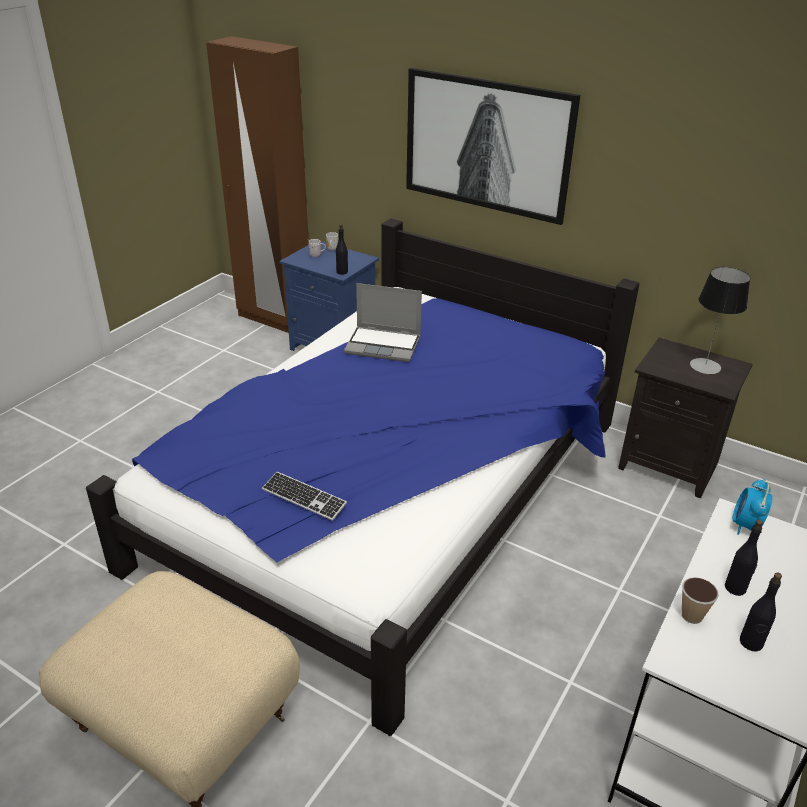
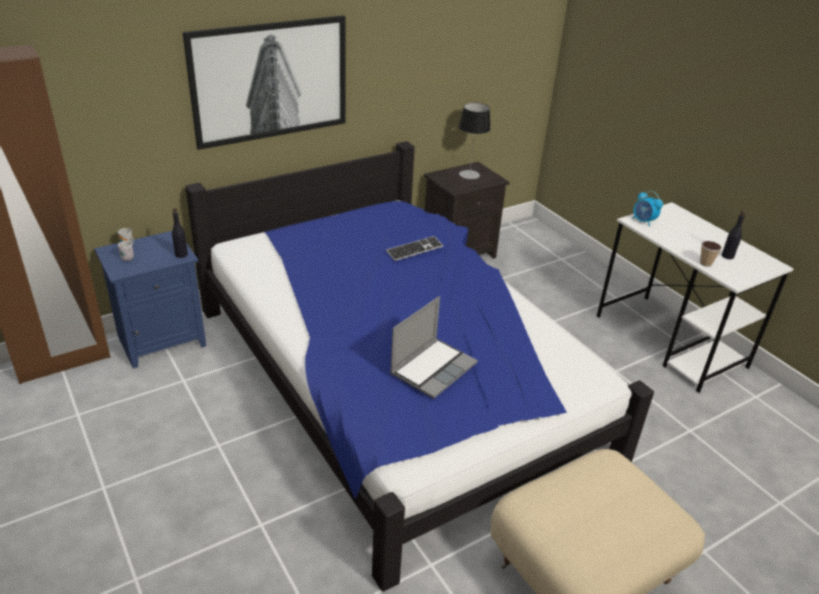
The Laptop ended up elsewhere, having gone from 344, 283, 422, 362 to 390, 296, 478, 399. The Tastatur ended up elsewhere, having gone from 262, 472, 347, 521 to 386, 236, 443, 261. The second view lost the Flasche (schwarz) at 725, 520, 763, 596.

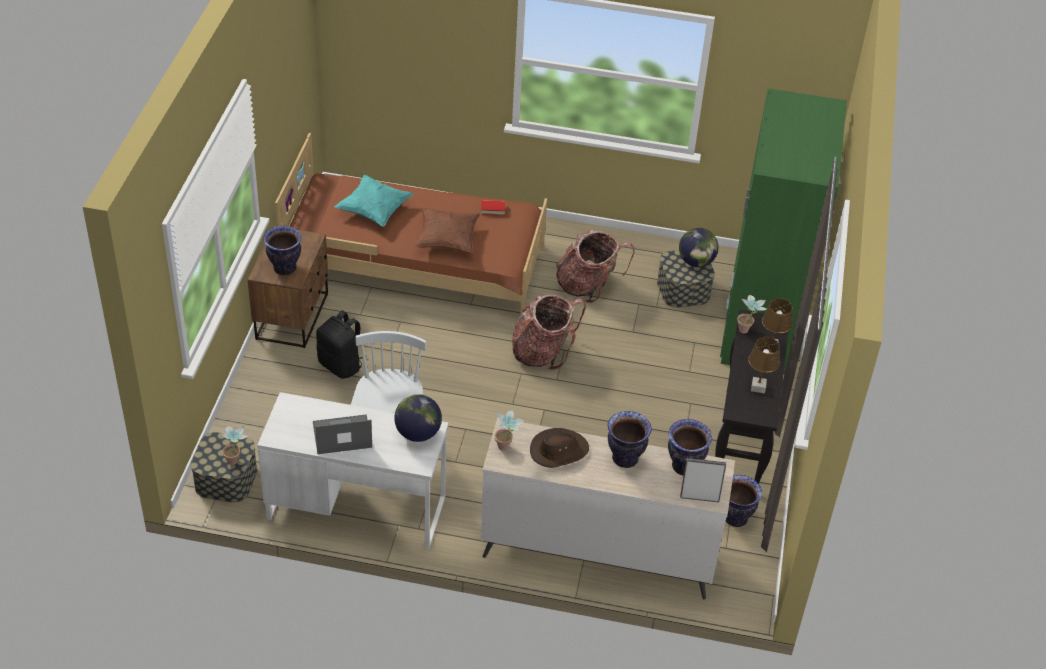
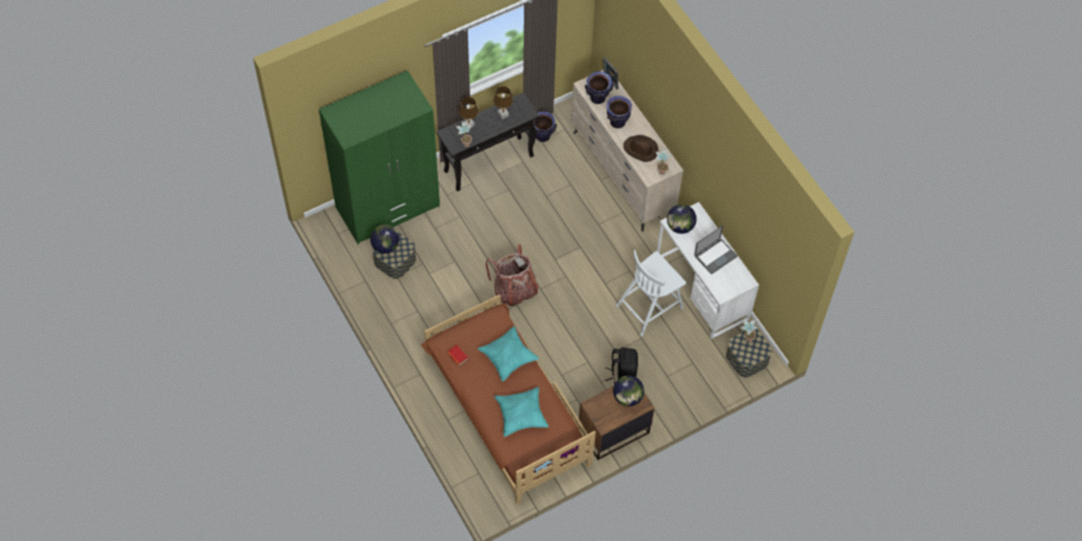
What was the Kissen (braun) at 414, 208, 480, 253 turned into the Kissen (türkis) at 478, 326, 539, 382. Where the Vase stood at 263, 226, 301, 275, the Globus came to stand at 613, 375, 644, 406. The second view lost the Rucksack at 556, 230, 635, 303. The Laptop at 313, 414, 372, 454 ended up facing another way, 75 degrees counterclockwise from before.

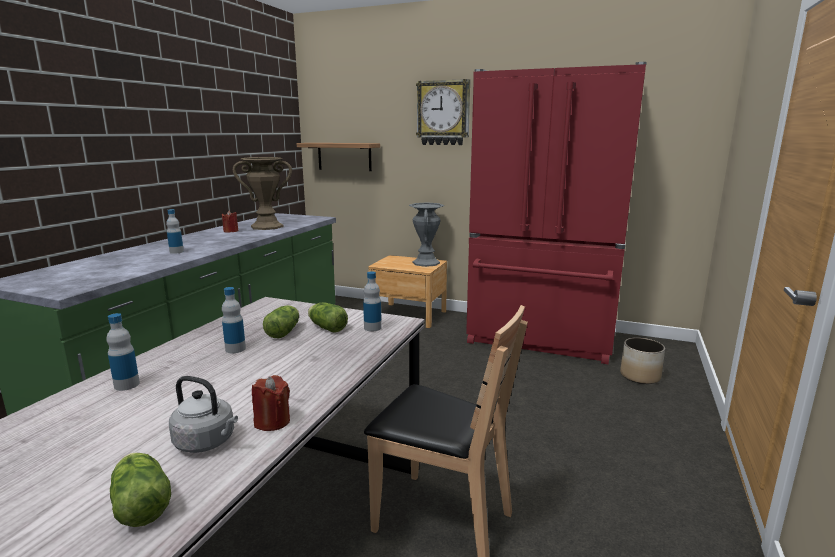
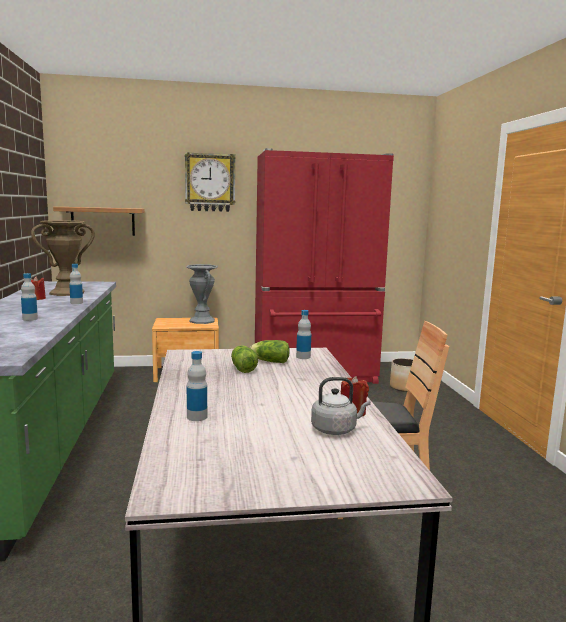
The Flasche ended up elsewhere, having gone from 222, 287, 246, 353 to 69, 264, 83, 304. The second view lost the Salatkopf at 110, 452, 171, 527.

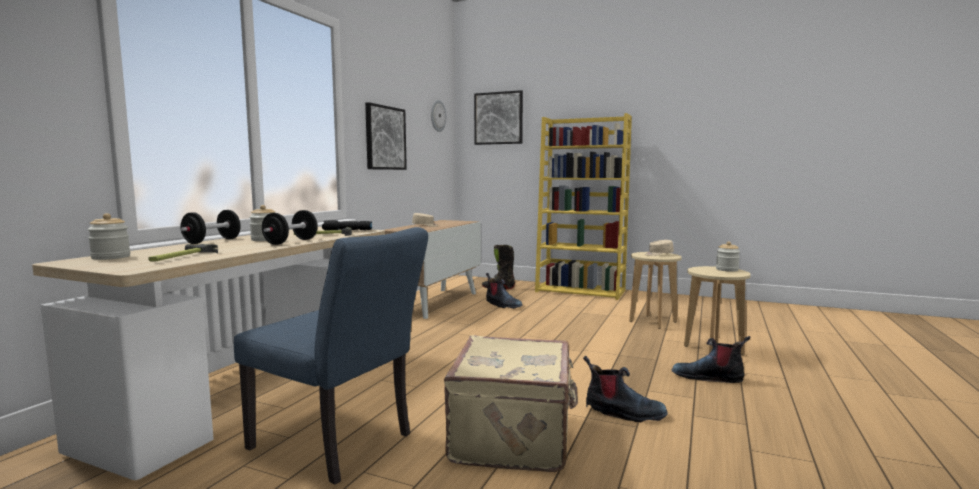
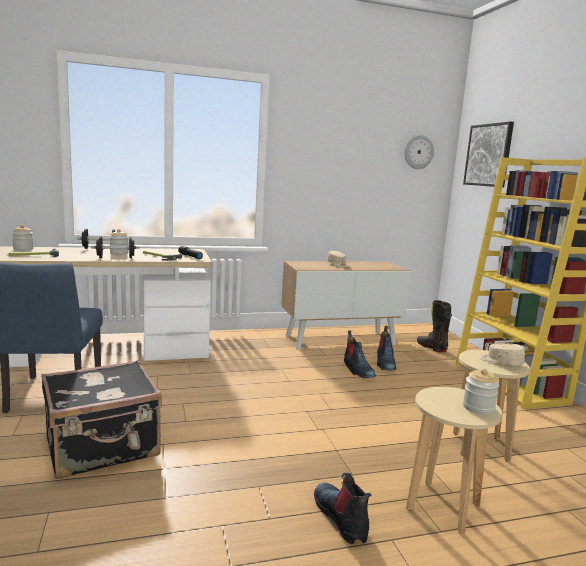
The second view lost the Bild at 365, 102, 407, 170. What was the Koffer (beige) at 444, 335, 578, 472 turned into the Koffer (schwarz) at 41, 360, 162, 479. The Stiefel ended up elsewhere, having gone from 583, 356, 668, 422 to 344, 331, 376, 378.

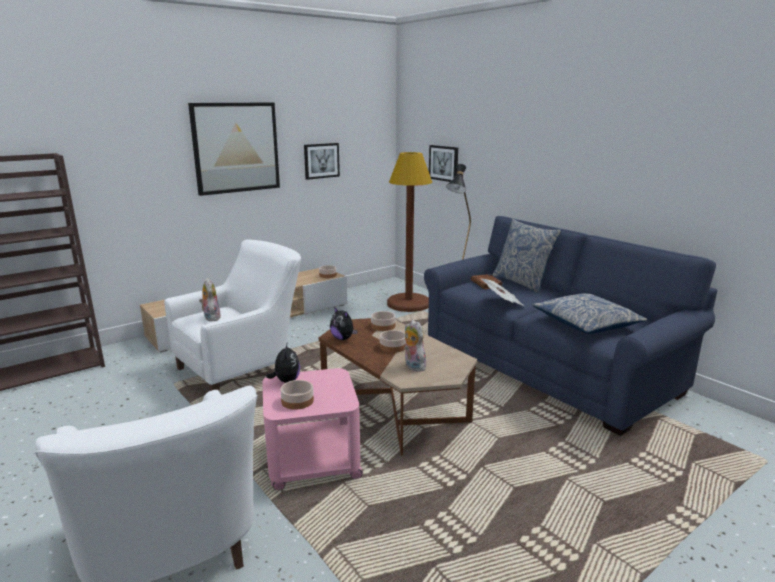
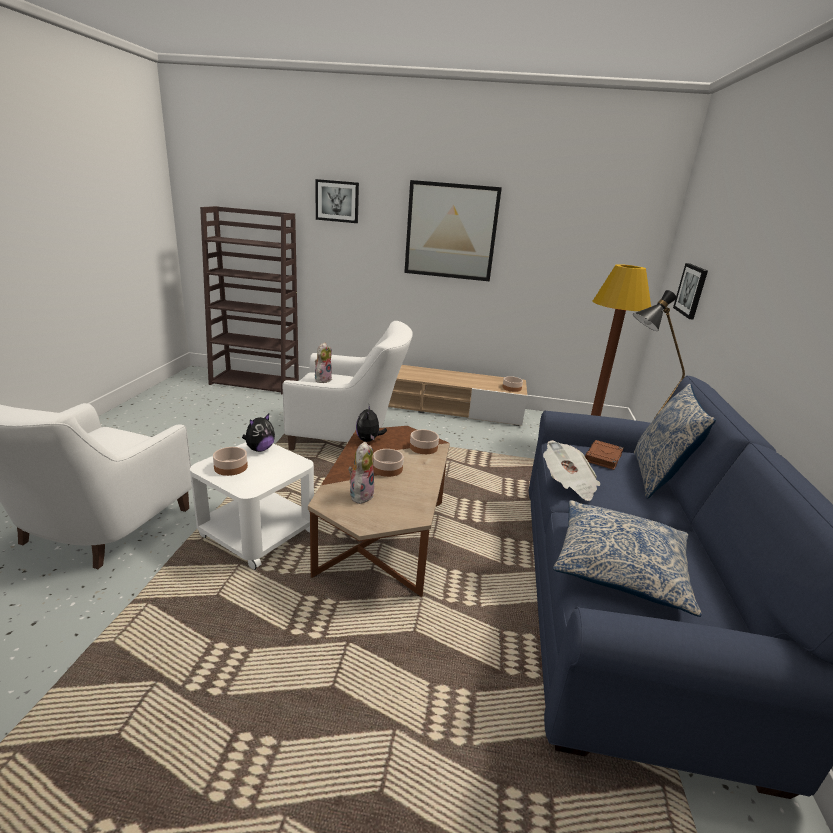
The Bild ended up elsewhere, having gone from 304, 143, 340, 180 to 316, 179, 359, 223. What was the Beistelltisch (rosa) at 262, 368, 363, 490 turned into the Beistelltisch (weiß) at 190, 442, 314, 570.

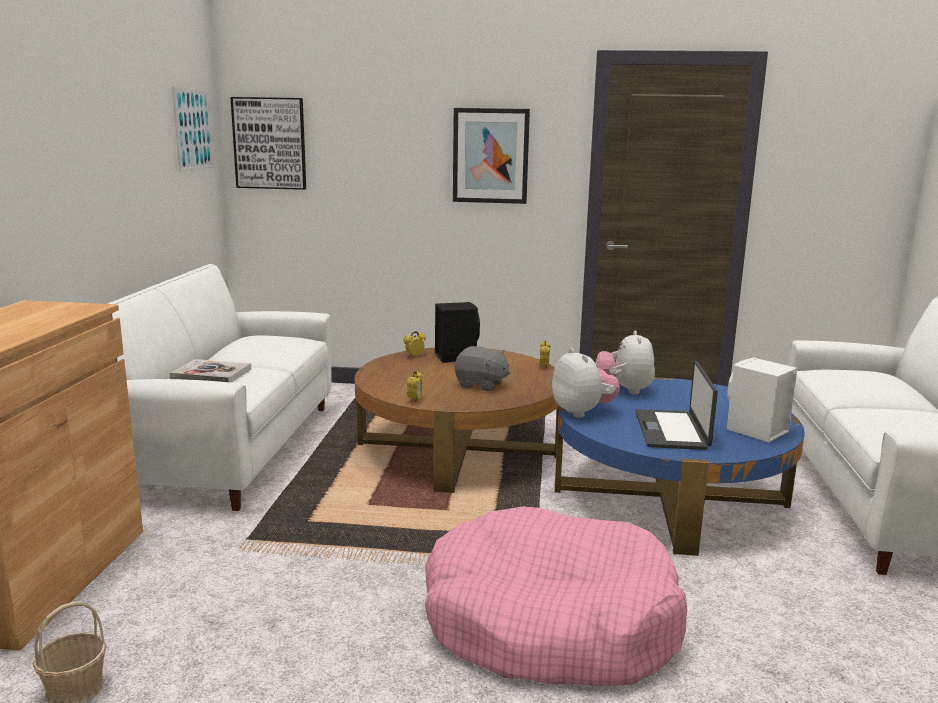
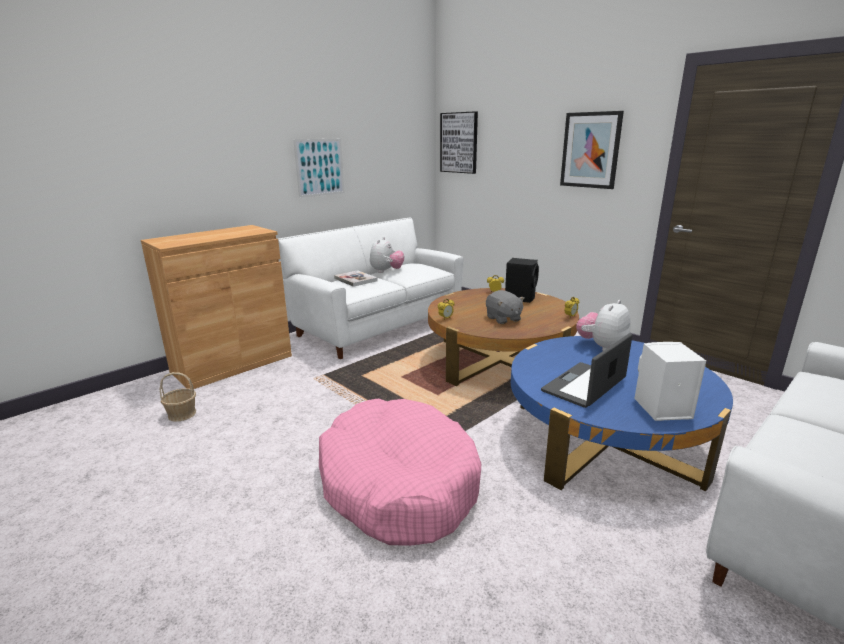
The Bild ended up elsewhere, having gone from 172, 87, 215, 172 to 293, 139, 345, 198. The Plüschtier ended up elsewhere, having gone from 552, 348, 620, 418 to 370, 237, 404, 273.

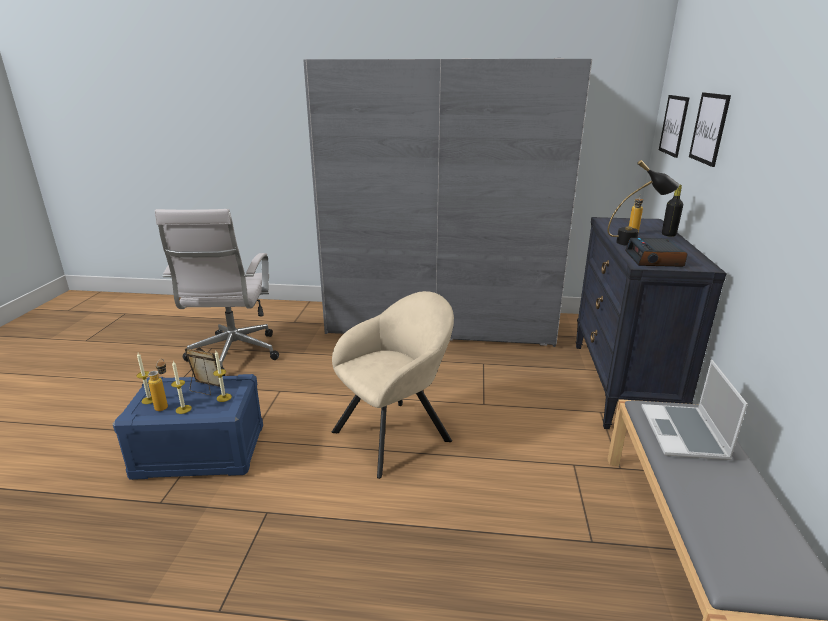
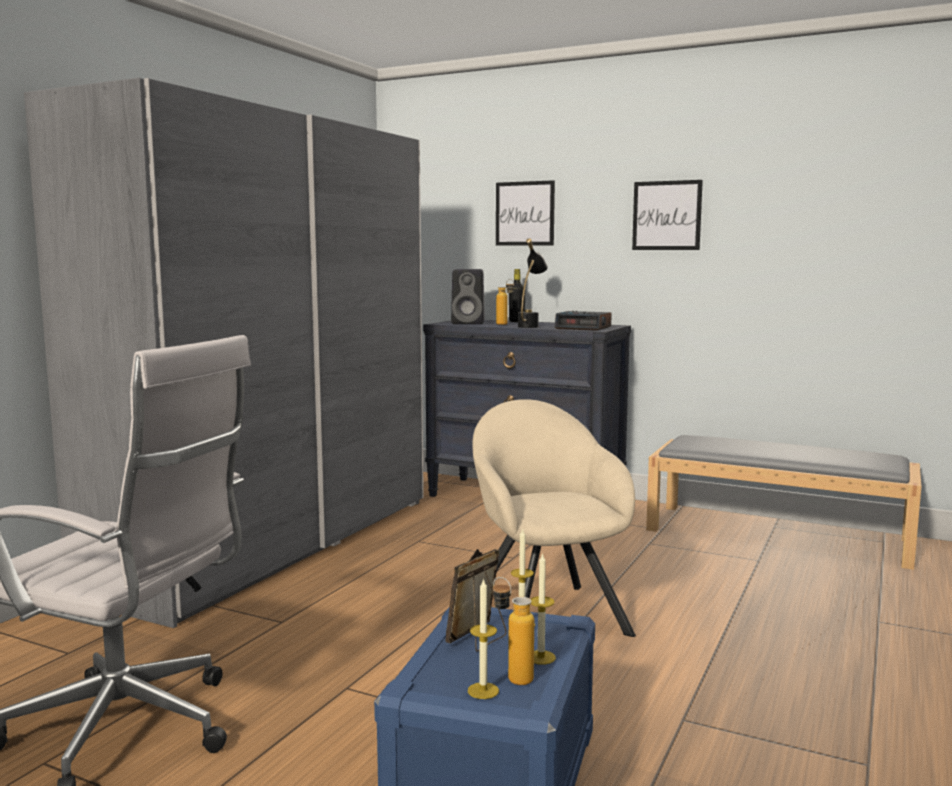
The Bild ended up elsewhere, having gone from 659, 95, 689, 158 to 632, 180, 703, 250. The second view lost the Laptop at 642, 360, 748, 460. The second view gained the Lautsprecher (schwarz) at 451, 269, 485, 324.

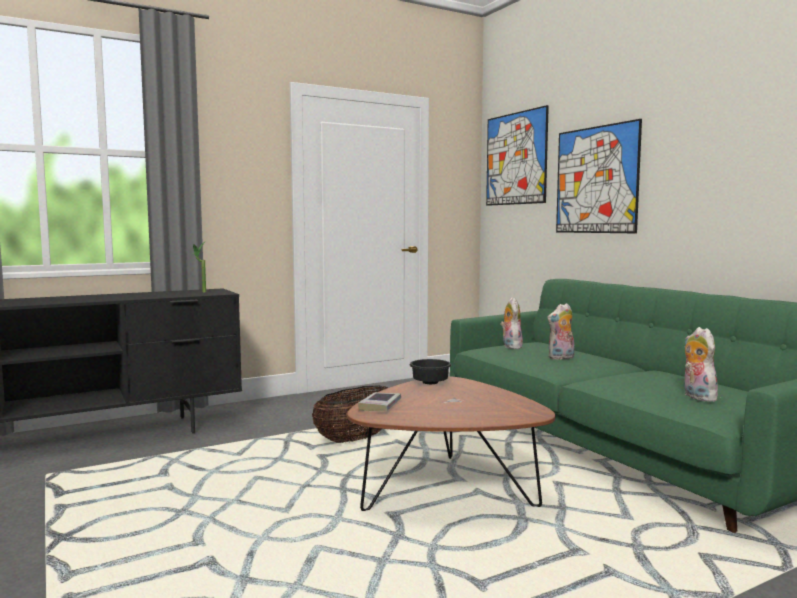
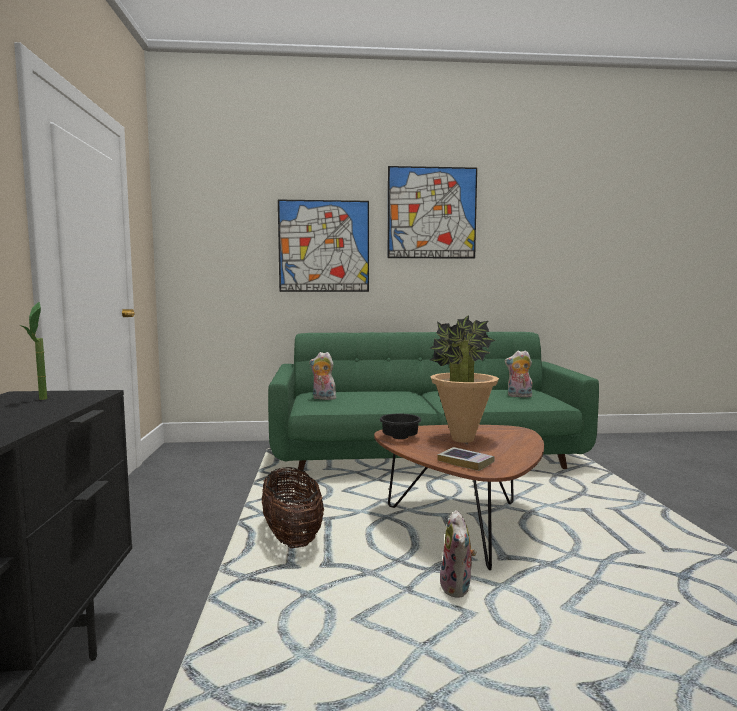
The Bild ended up elsewhere, having gone from 486, 105, 549, 206 to 388, 166, 477, 259. The Plüschtier ended up elsewhere, having gone from 547, 303, 575, 359 to 440, 510, 476, 597. The second view gained the Topfpflanze at 429, 315, 499, 443.

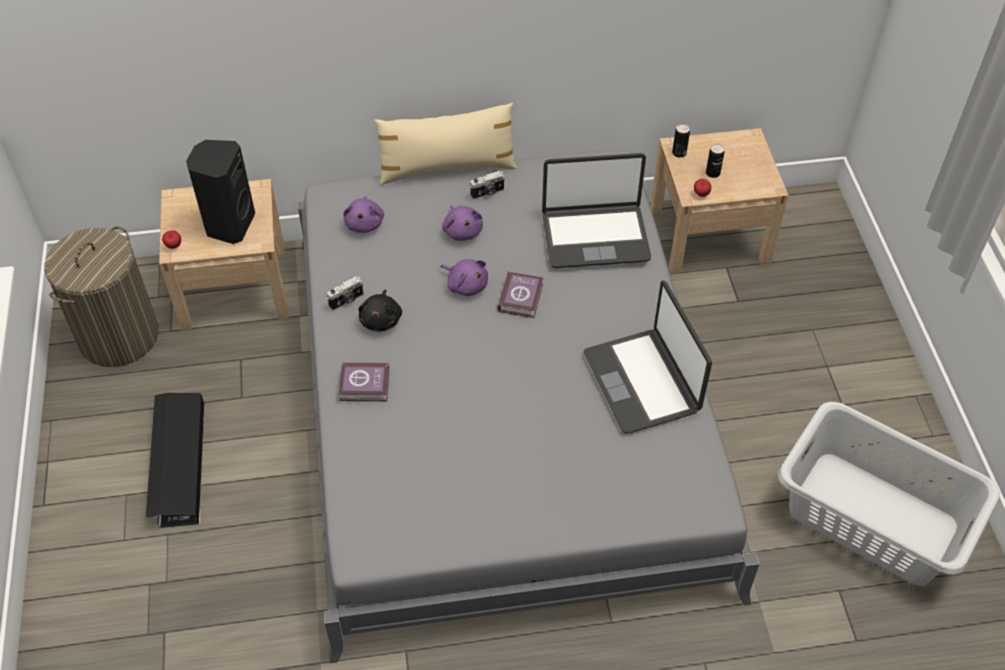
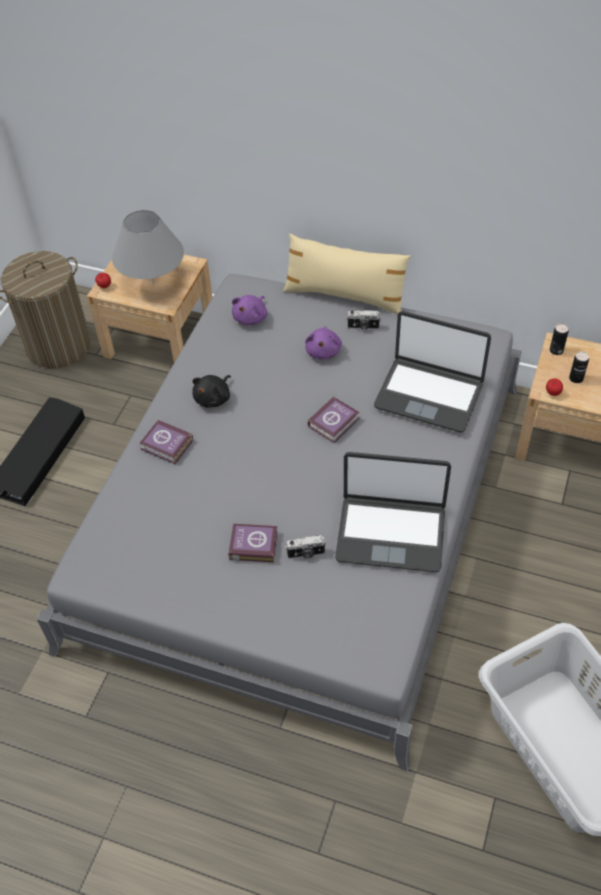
Where the Lautsprecher (schwarz) stood at 186, 140, 255, 244, the Tischlampe (grau) came to stand at 112, 210, 184, 285. The second view lost the Plüschtier (lila) at 441, 259, 488, 296. The Kamera ended up elsewhere, having gone from 327, 276, 363, 311 to 285, 535, 326, 559. The Laptop at 584, 281, 712, 434 ended up facing another way, 90 degrees counterclockwise from before. The second view gained the Buch at 228, 524, 278, 562.

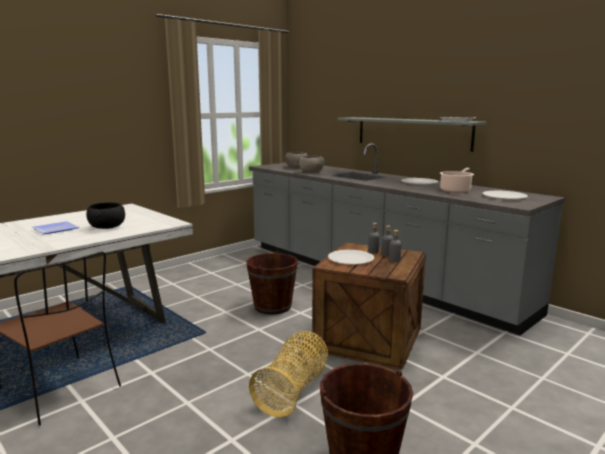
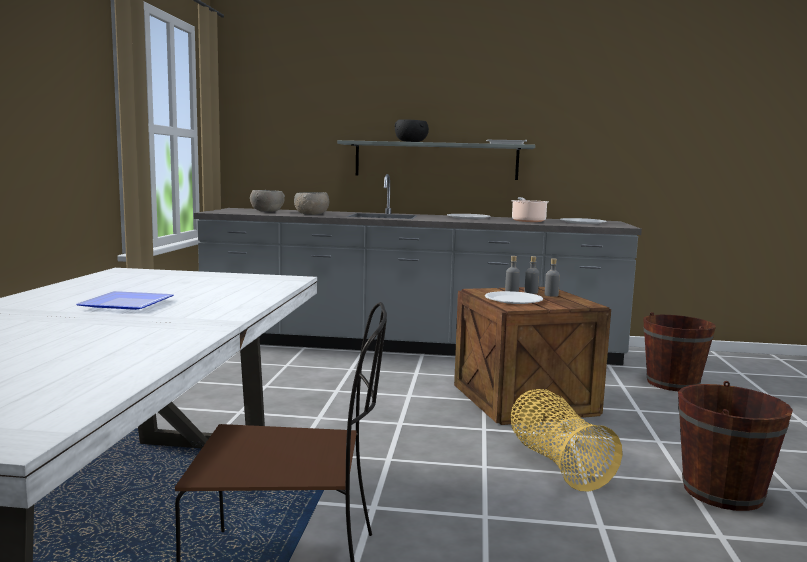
The Schüssel (schwarz) ended up elsewhere, having gone from 86, 202, 125, 229 to 394, 120, 429, 142. The Eimer (braun) ended up elsewhere, having gone from 246, 251, 298, 315 to 643, 312, 716, 391.

